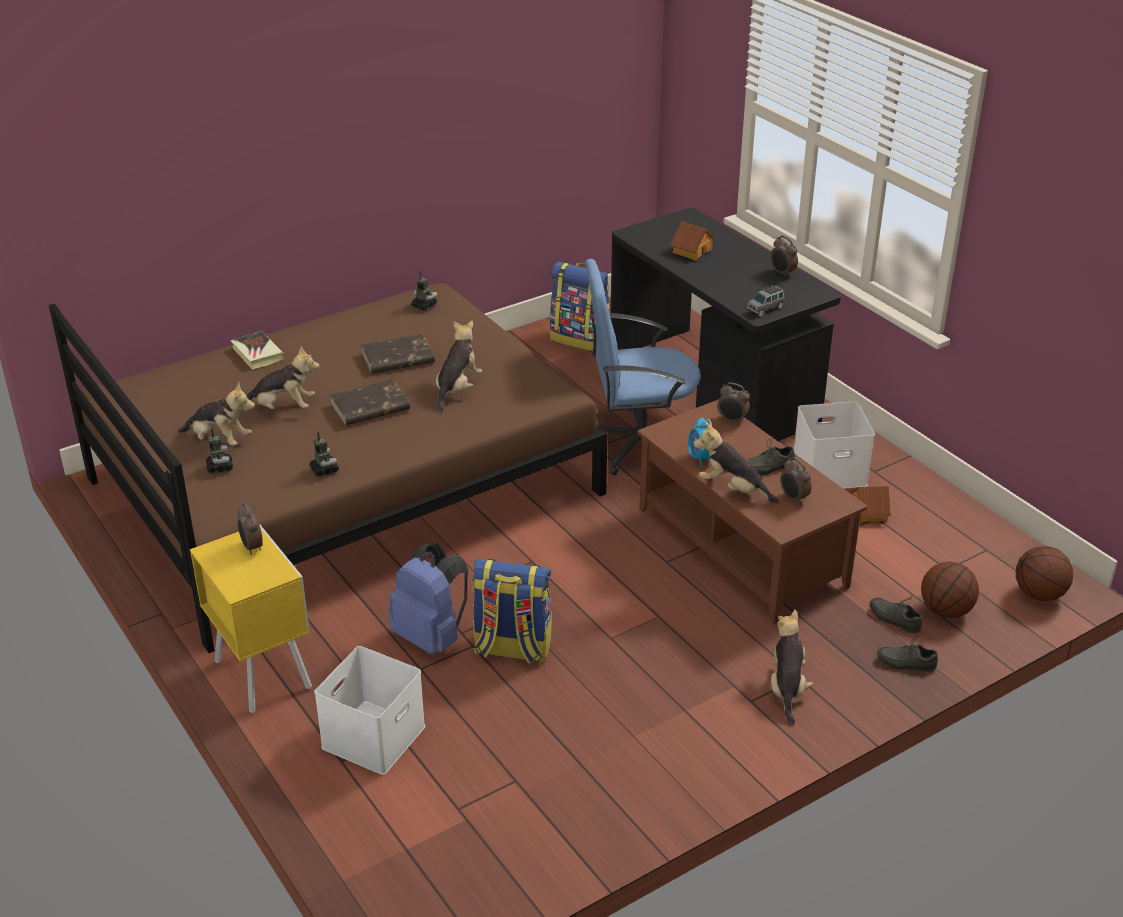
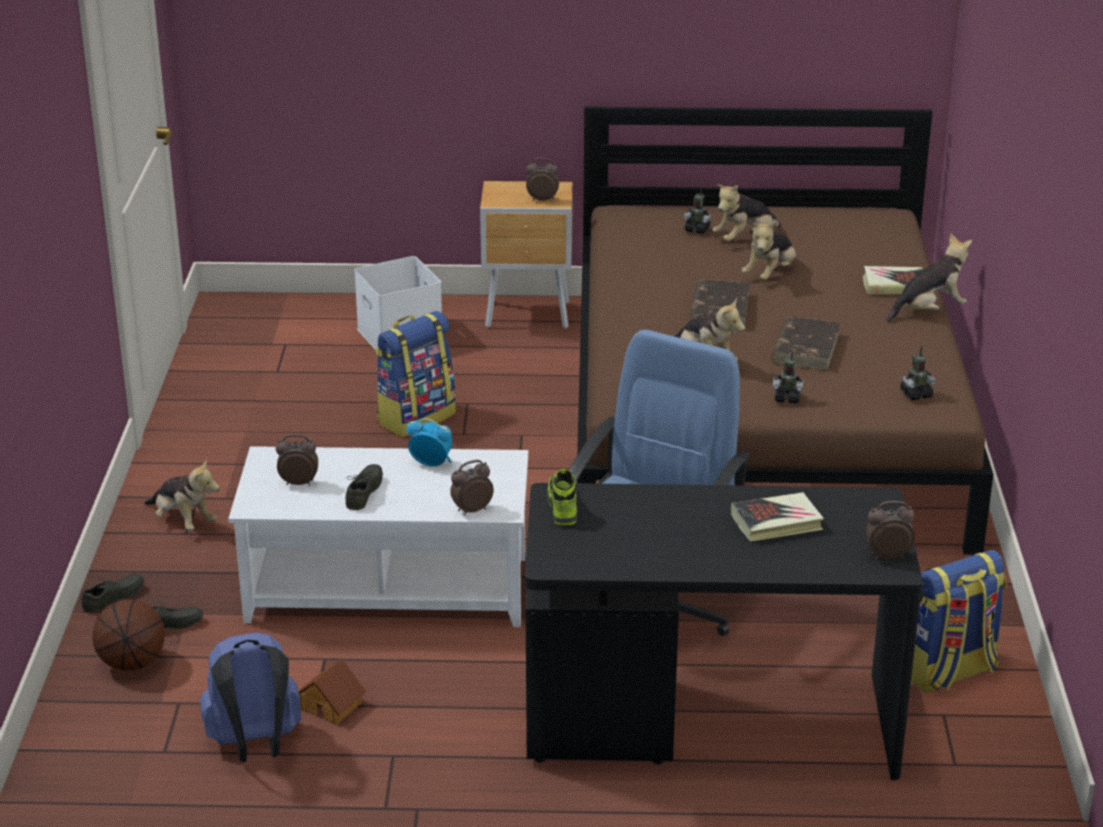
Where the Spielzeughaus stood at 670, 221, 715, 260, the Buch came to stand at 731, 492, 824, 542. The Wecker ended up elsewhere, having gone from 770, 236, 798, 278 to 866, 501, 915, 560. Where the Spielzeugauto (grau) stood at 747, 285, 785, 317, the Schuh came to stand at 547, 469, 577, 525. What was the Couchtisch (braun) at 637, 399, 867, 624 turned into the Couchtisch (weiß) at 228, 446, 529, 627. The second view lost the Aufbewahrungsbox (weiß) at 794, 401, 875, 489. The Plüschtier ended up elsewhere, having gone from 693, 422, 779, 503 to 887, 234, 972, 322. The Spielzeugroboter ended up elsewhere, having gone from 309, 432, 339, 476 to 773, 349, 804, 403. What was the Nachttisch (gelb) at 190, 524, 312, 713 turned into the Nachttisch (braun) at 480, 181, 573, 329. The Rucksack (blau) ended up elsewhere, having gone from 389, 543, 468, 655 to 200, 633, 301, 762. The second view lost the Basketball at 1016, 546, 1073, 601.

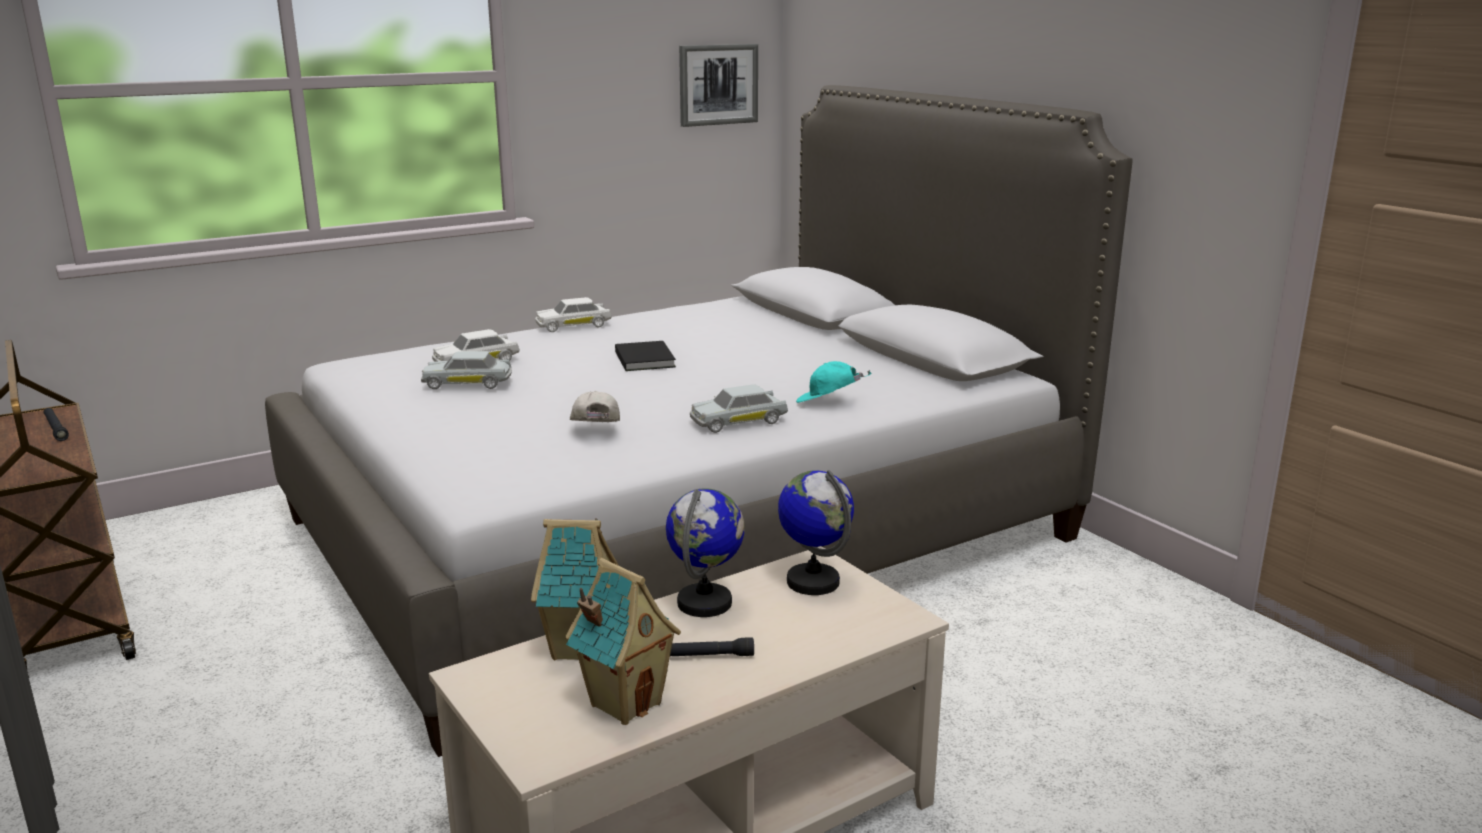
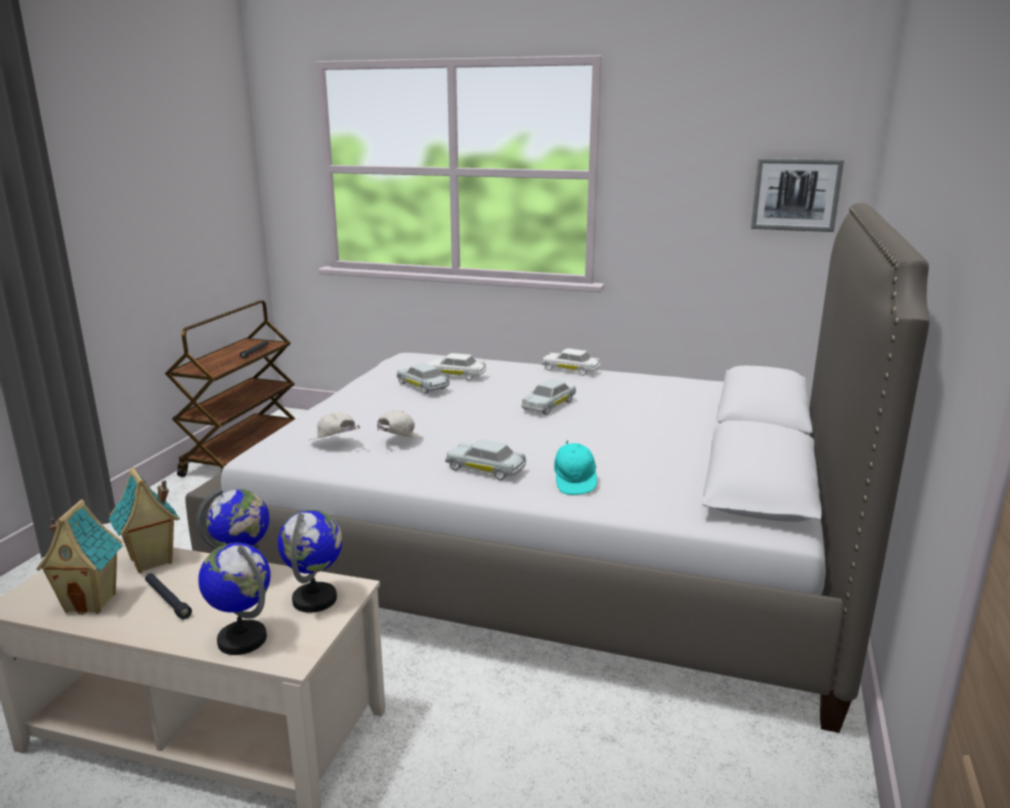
Where the Buch (schwarz) stood at 615, 341, 676, 371, the Spielzeugauto (weiß) came to stand at 521, 379, 576, 415. The Kappe (türkis) at 796, 361, 871, 403 ended up facing another way, 150 degrees counterclockwise from before. The second view gained the Kappe (weiß) at 309, 412, 361, 440. The second view gained the Globus at 198, 543, 270, 655.

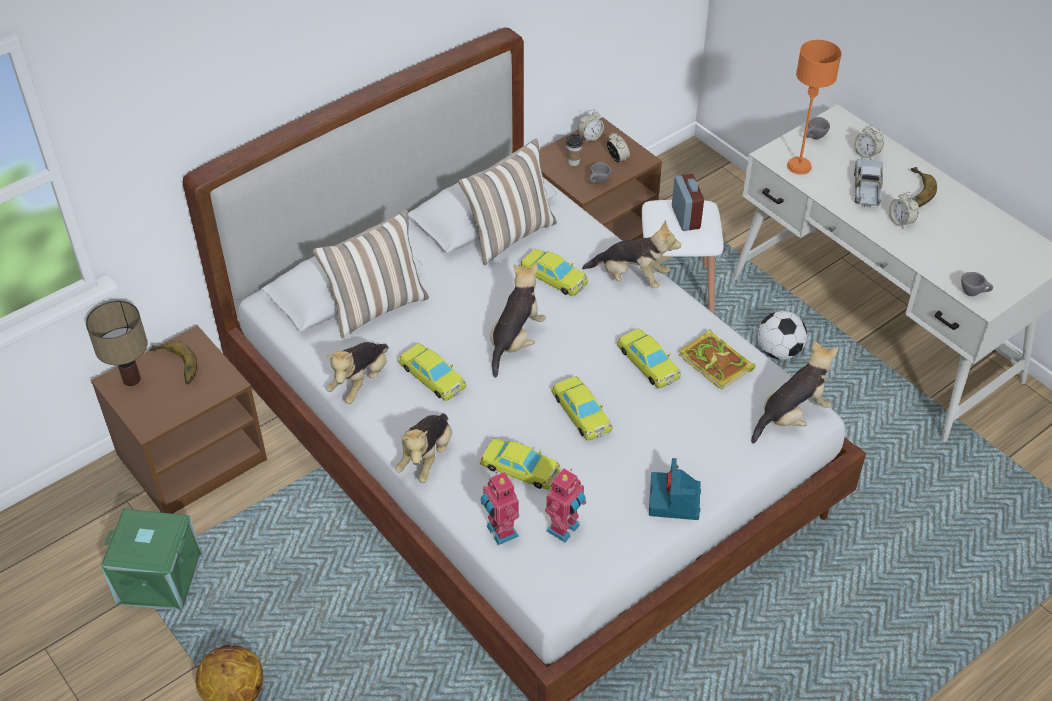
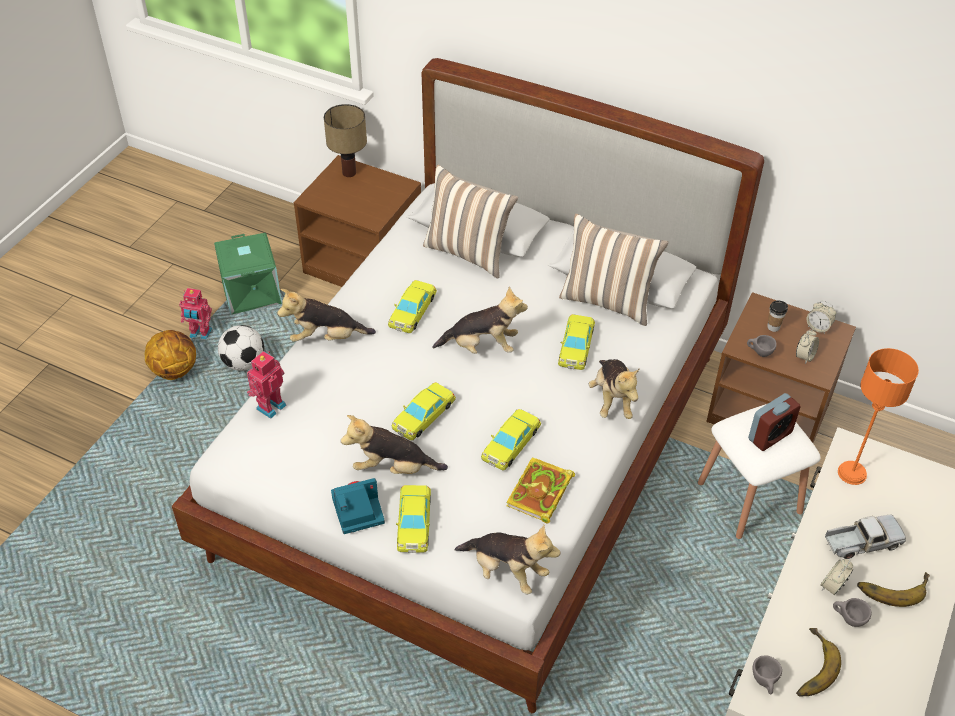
The Tasse (grau) ended up elsewhere, having gone from 806, 117, 830, 139 to 833, 598, 872, 627. The second view lost the Wecker at 854, 124, 884, 160. The Fußball ended up elsewhere, having gone from 758, 311, 807, 360 to 218, 325, 264, 371. The Banane ended up elsewhere, having gone from 150, 341, 197, 384 to 796, 628, 841, 697. The Plüschtier ended up elsewhere, having gone from 326, 342, 389, 404 to 341, 415, 448, 474. The Spielzeugauto (gelb) ended up elsewhere, having gone from 479, 439, 561, 490 to 396, 485, 431, 553. The Spielzeugroboter ended up elsewhere, having gone from 545, 468, 586, 542 to 179, 288, 212, 339.

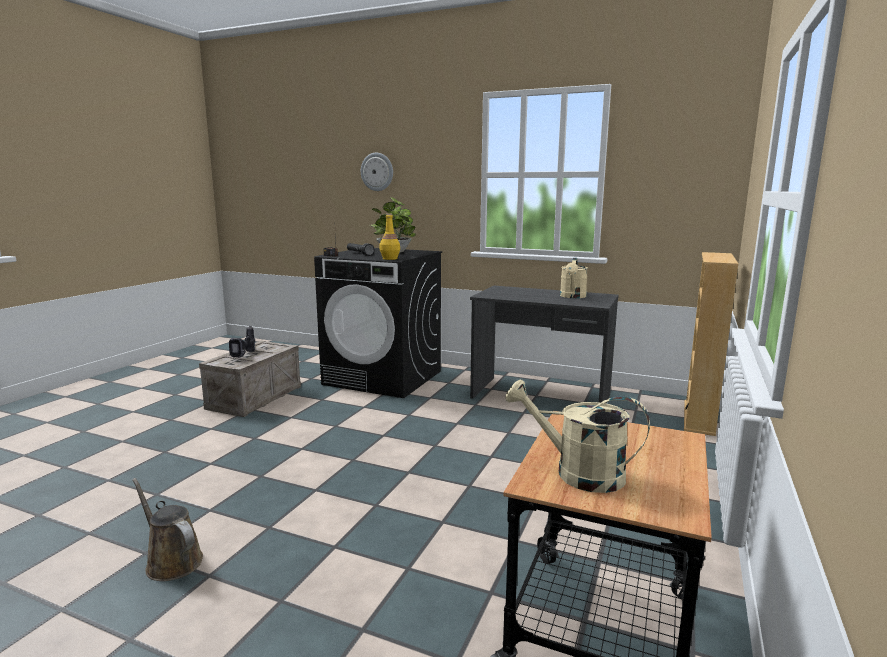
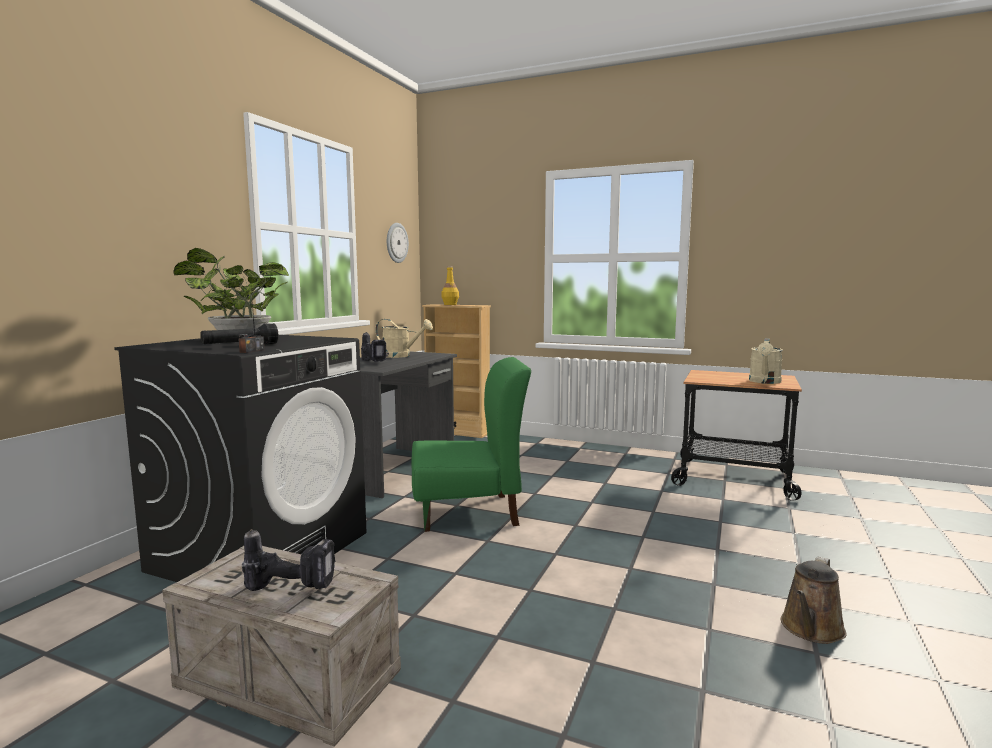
The Wanduhr ended up elsewhere, having gone from 361, 153, 393, 191 to 387, 223, 409, 263. The Flasche (gelb) ended up elsewhere, having gone from 380, 214, 400, 260 to 441, 266, 459, 305. The second view gained the Bohrmaschine at 361, 332, 389, 362. The second view gained the Stuhl (grün) at 411, 357, 531, 532.

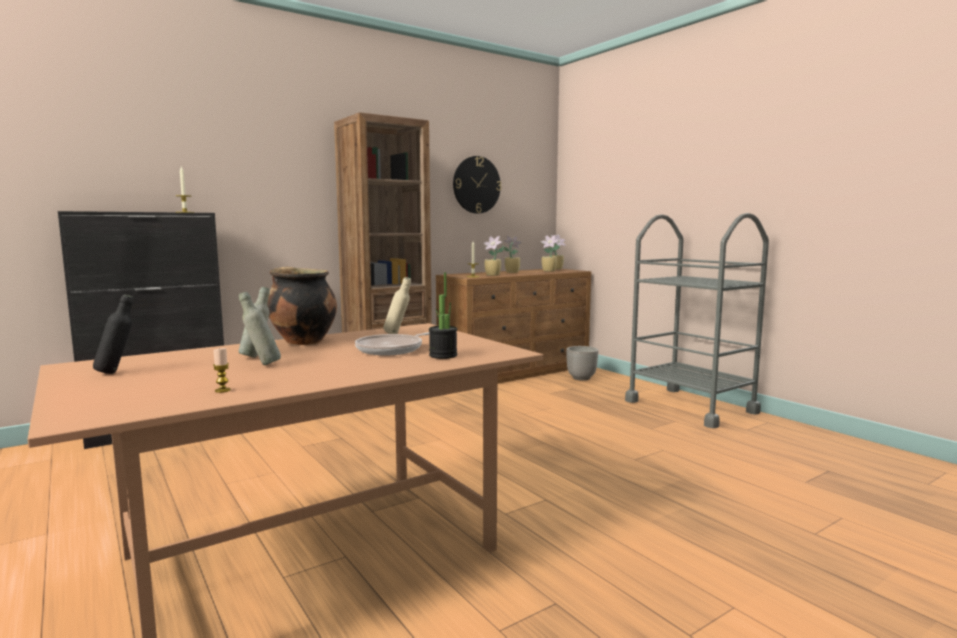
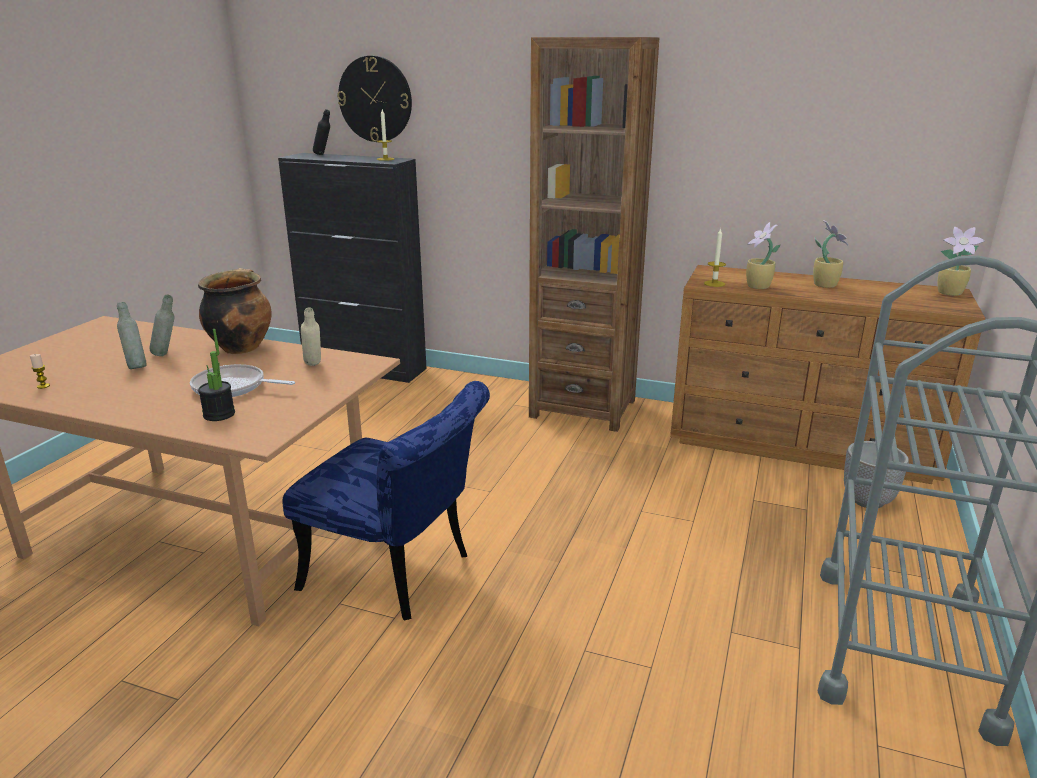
The Wanduhr ended up elsewhere, having gone from 453, 156, 501, 214 to 337, 56, 412, 142. The second view lost the Topfpflanze at 541, 235, 560, 272. The Flasche (schwarz) ended up elsewhere, having gone from 93, 294, 133, 374 to 313, 109, 330, 155. The second view gained the Stuhl (blau) at 282, 381, 490, 621.

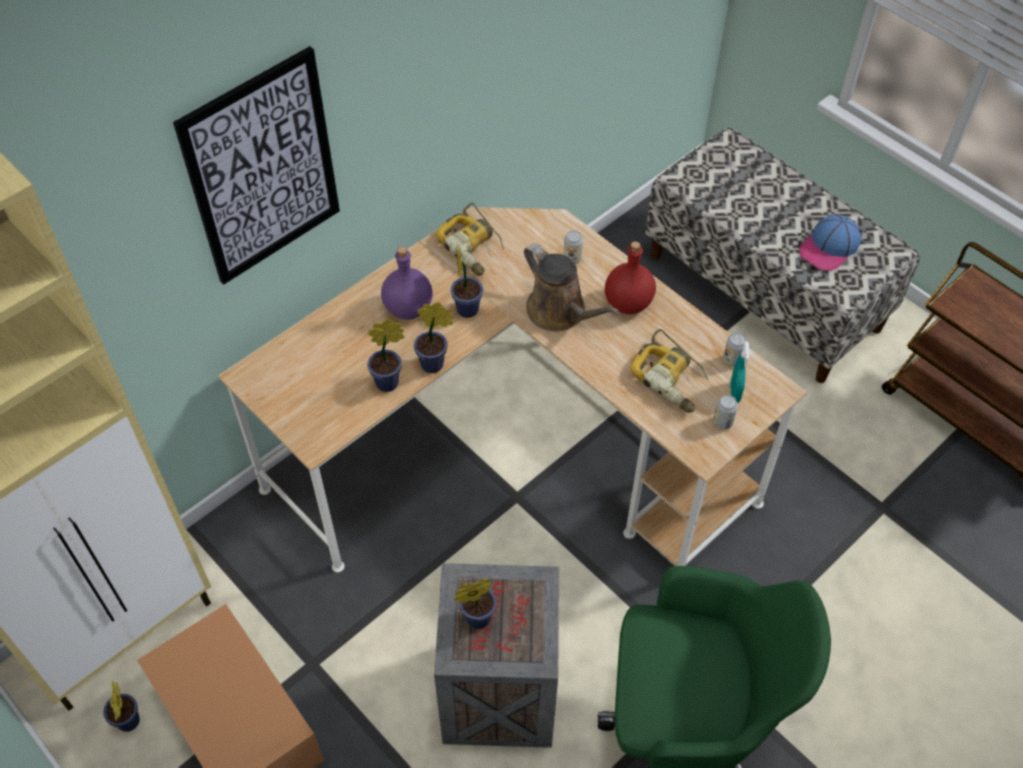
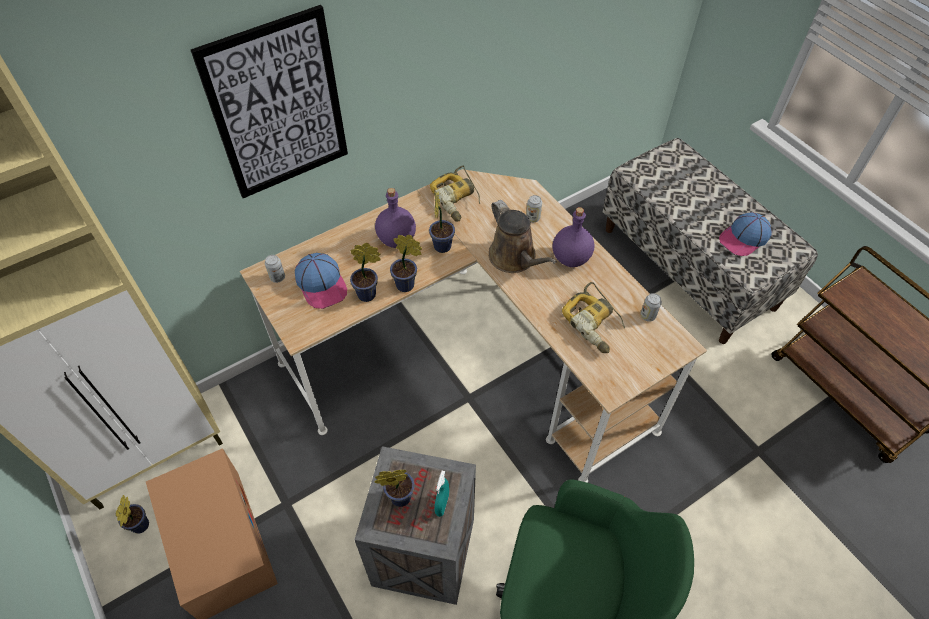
What was the Flasche (rot) at 605, 241, 656, 314 turned into the Flasche (lila) at 552, 207, 595, 267. The Sprühflasche (türkis) ended up elsewhere, having gone from 730, 342, 749, 403 to 434, 471, 449, 517. The Dose ended up elsewhere, having gone from 713, 395, 738, 430 to 265, 255, 285, 283. The second view gained the Kappe at 295, 253, 347, 309.

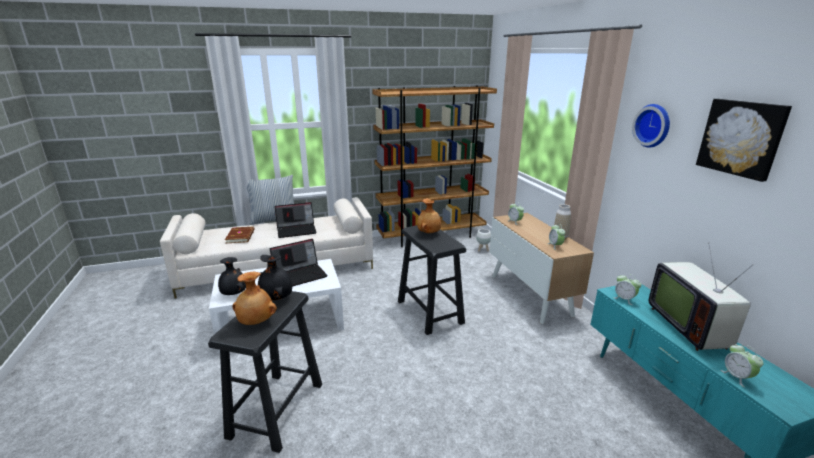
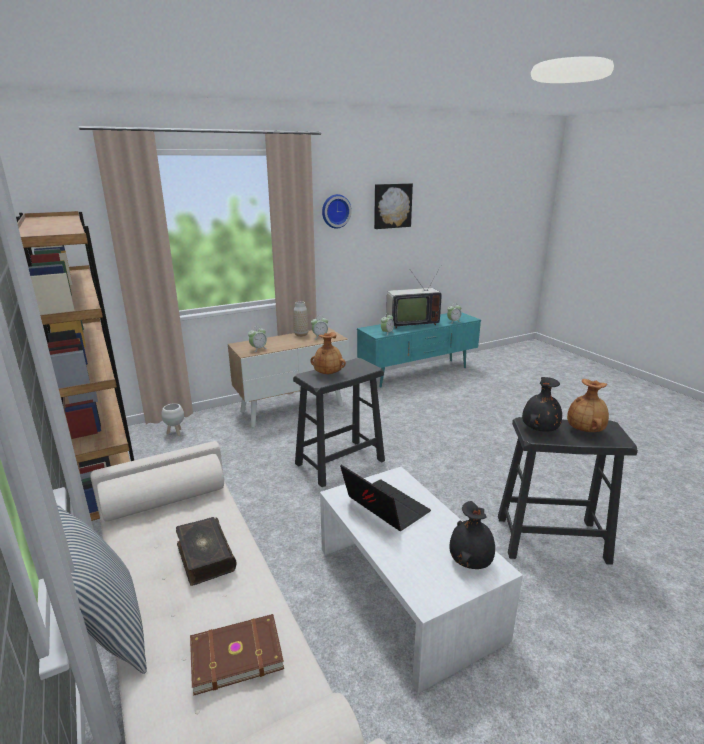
Where the Laptop stood at 274, 202, 317, 238, the Buch came to stand at 176, 517, 237, 586.

